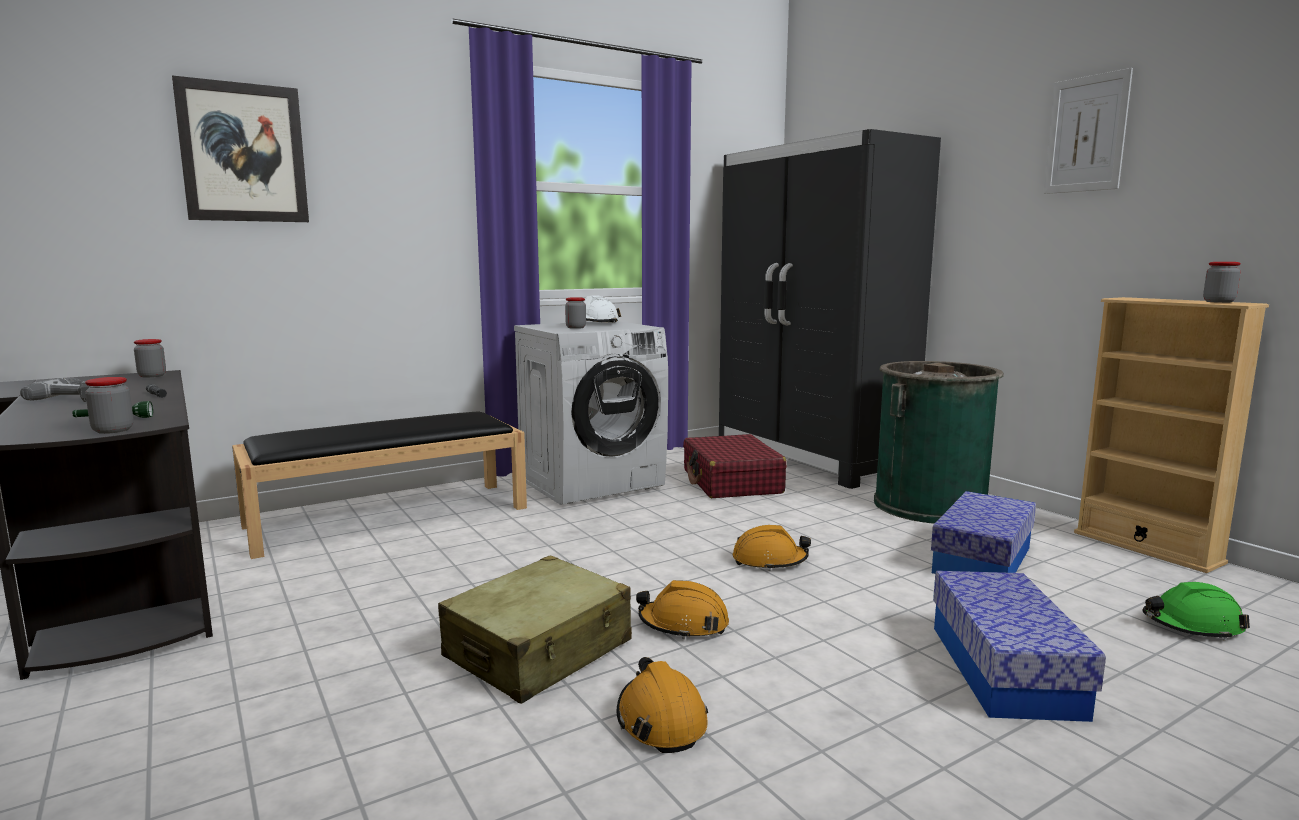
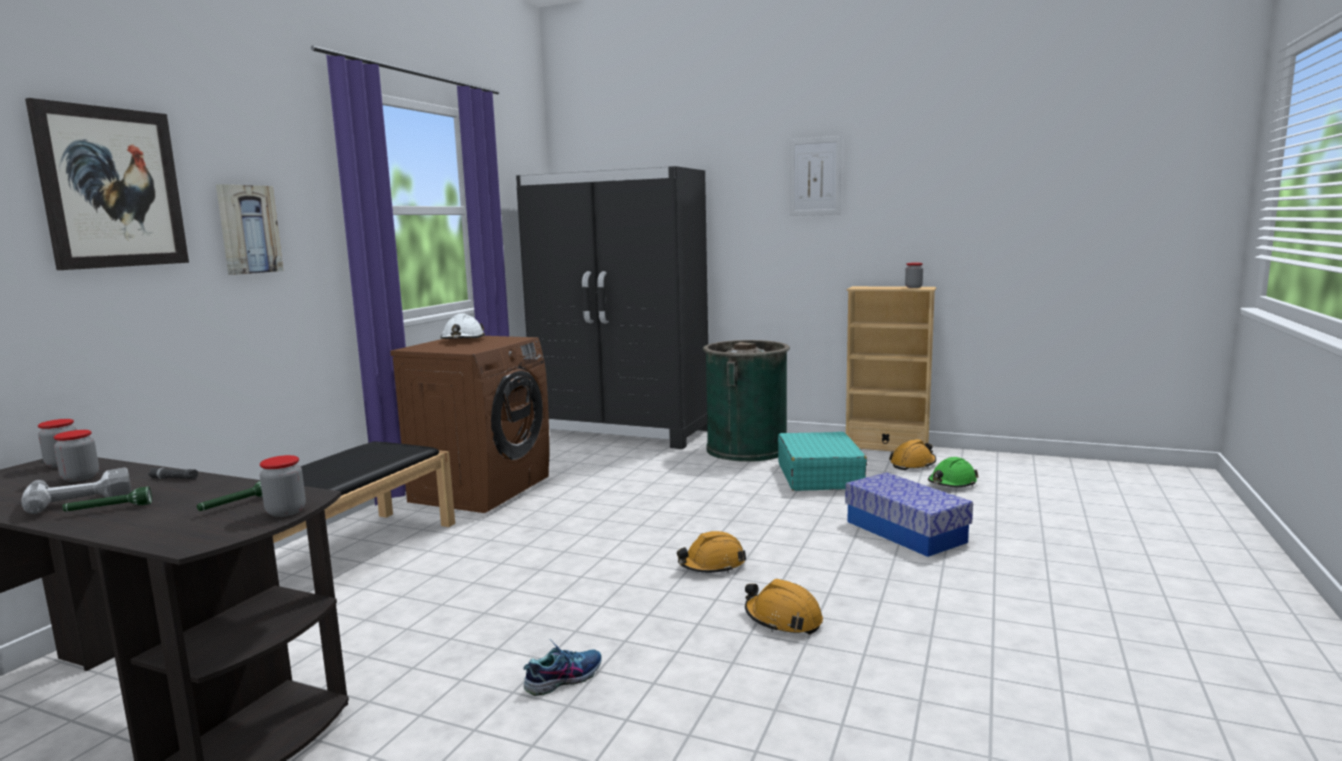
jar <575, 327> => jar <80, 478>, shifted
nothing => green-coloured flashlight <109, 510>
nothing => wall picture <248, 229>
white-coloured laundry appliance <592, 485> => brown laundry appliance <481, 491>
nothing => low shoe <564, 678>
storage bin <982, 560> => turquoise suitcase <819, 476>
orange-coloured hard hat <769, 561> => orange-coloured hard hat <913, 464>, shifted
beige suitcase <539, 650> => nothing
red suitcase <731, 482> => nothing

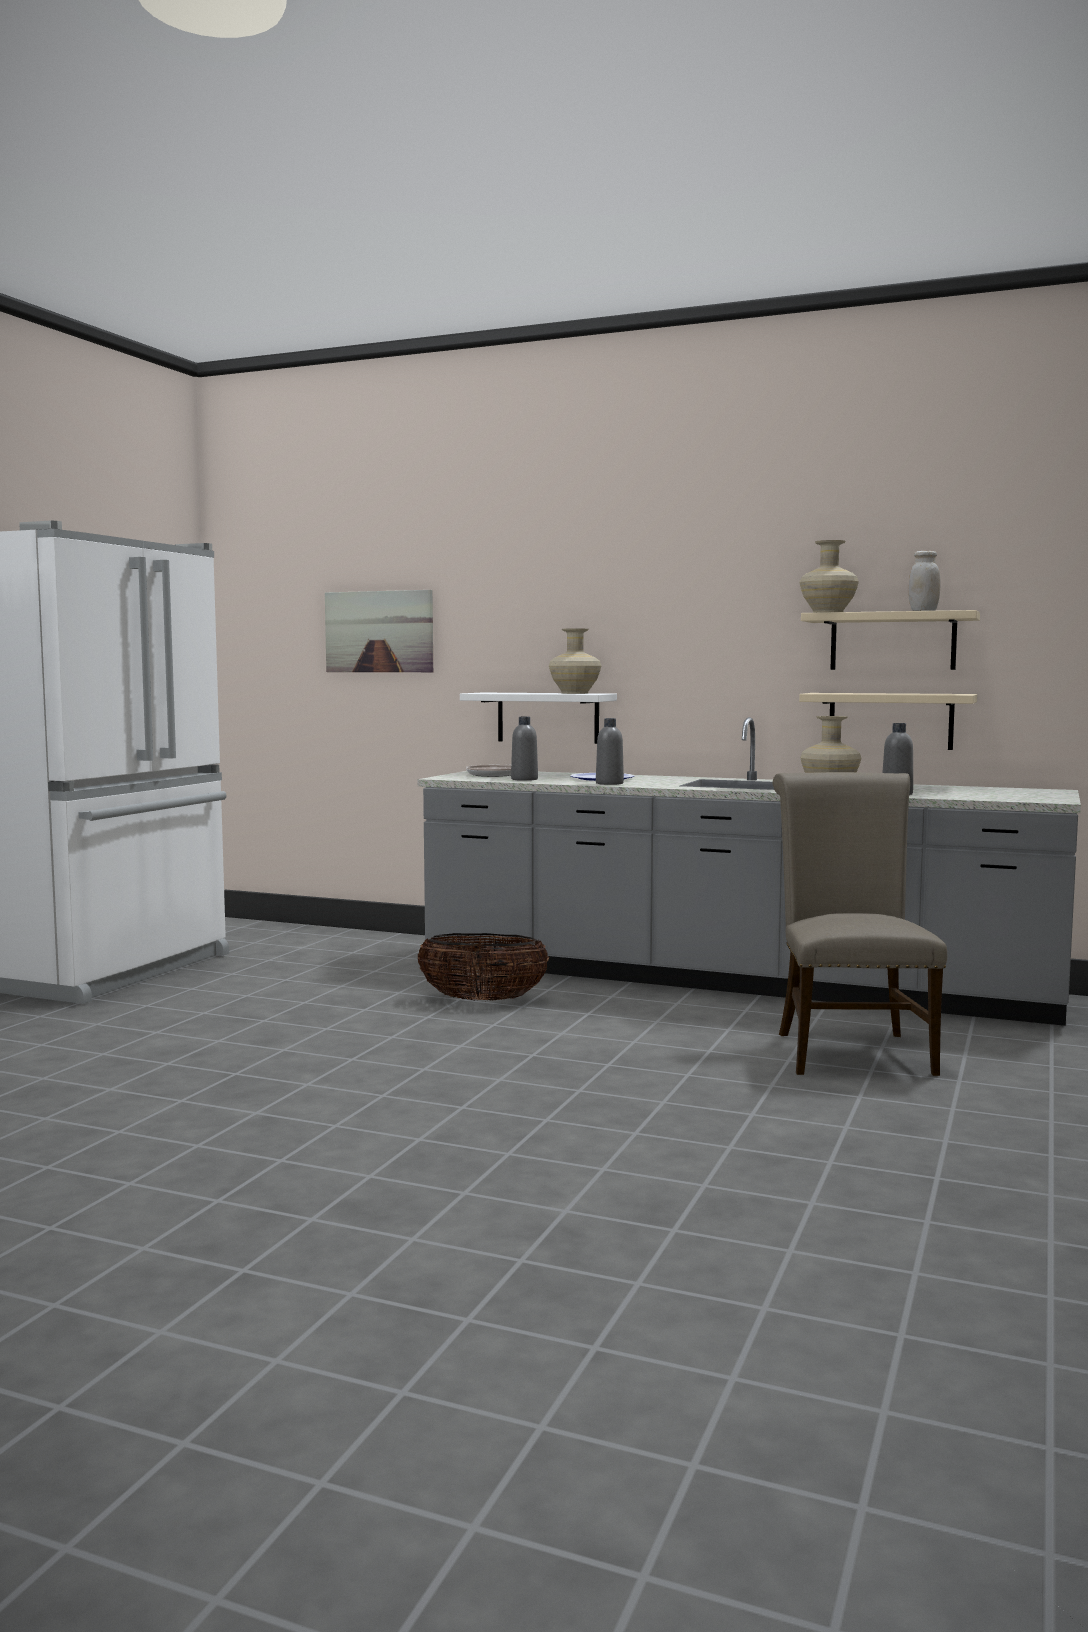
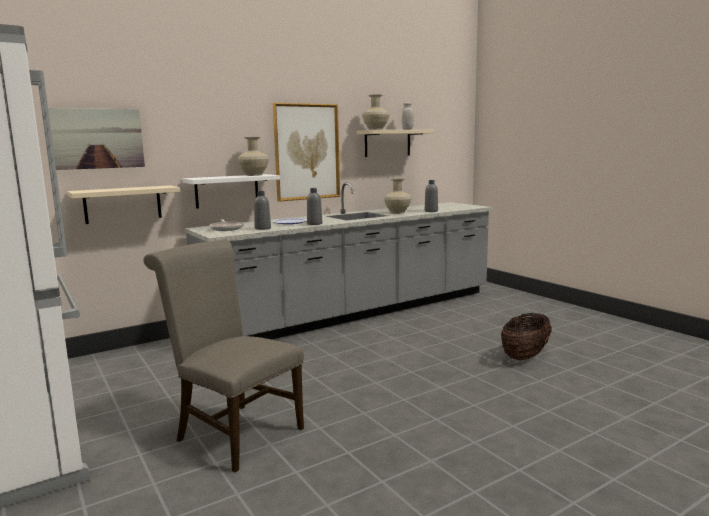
beige bracket shelf <890, 720> => beige bracket shelf <123, 204>, shifted
beige upright chair <850, 1050> => beige upright chair <234, 432>, shifted
nothing => wall picture <307, 152>
storage basket <483, 1000> => storage basket <525, 356>, shifted

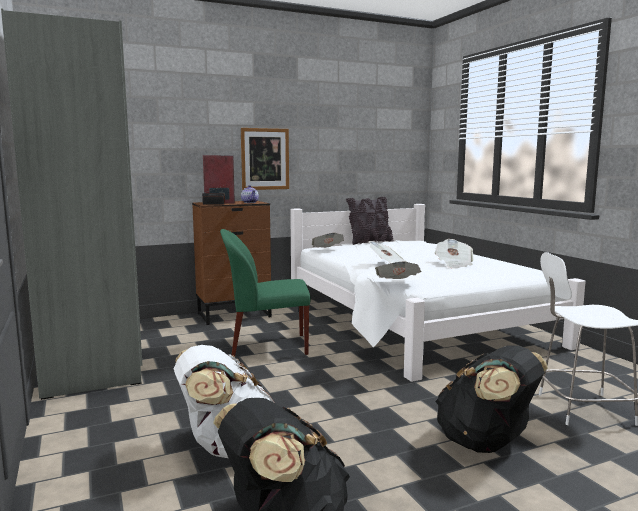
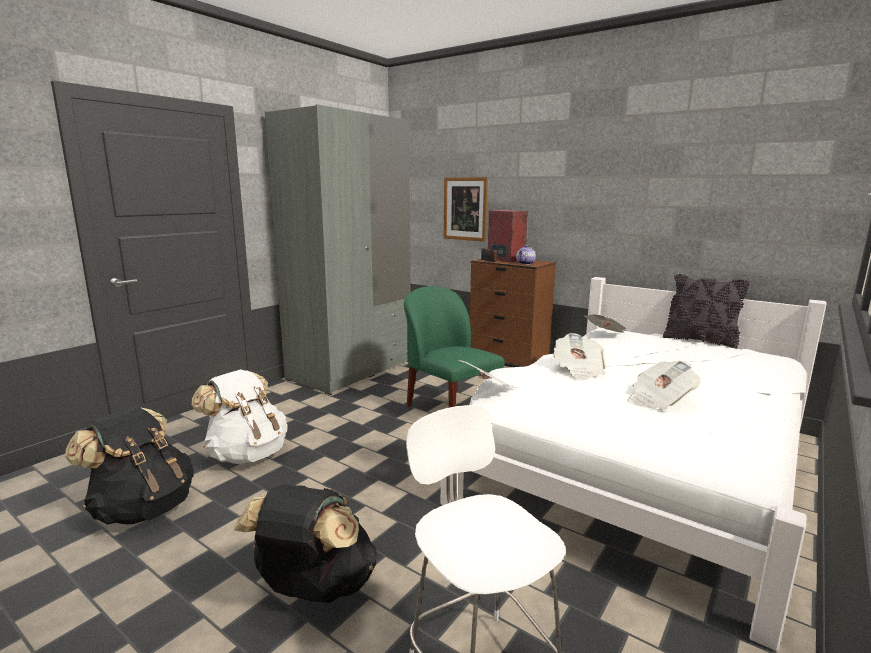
wall picture <265, 159> => wall picture <465, 209>, shifted

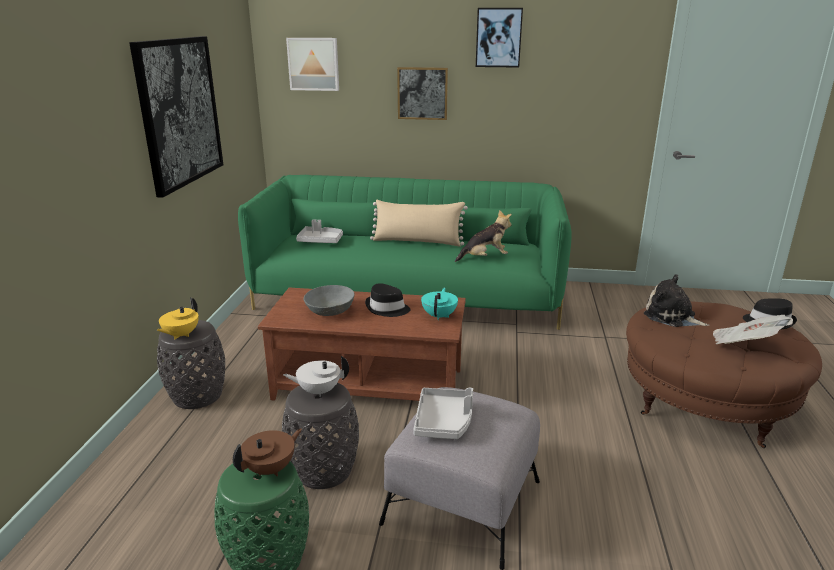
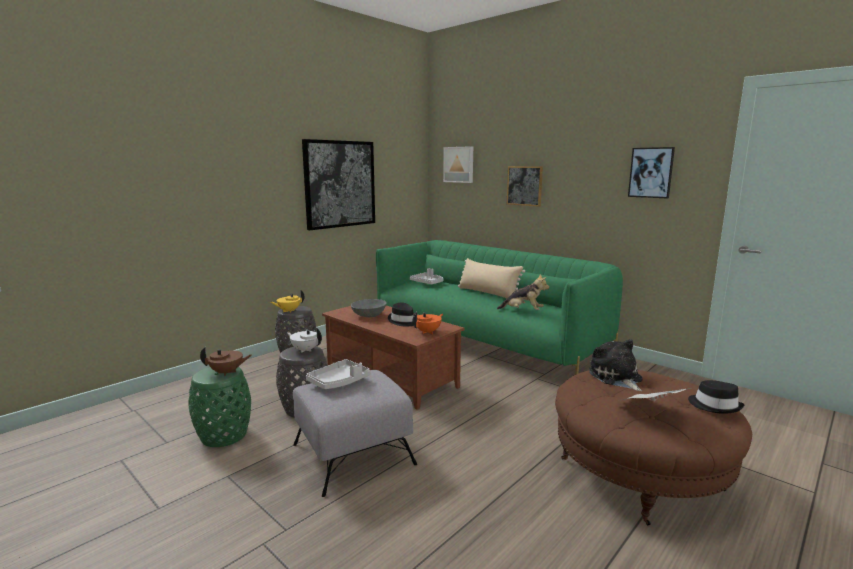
turquoise pot for tea <439, 316> => orange-coloured pot for tea <428, 332>
wall picture <498, 37> => wall picture <651, 172>, shifted

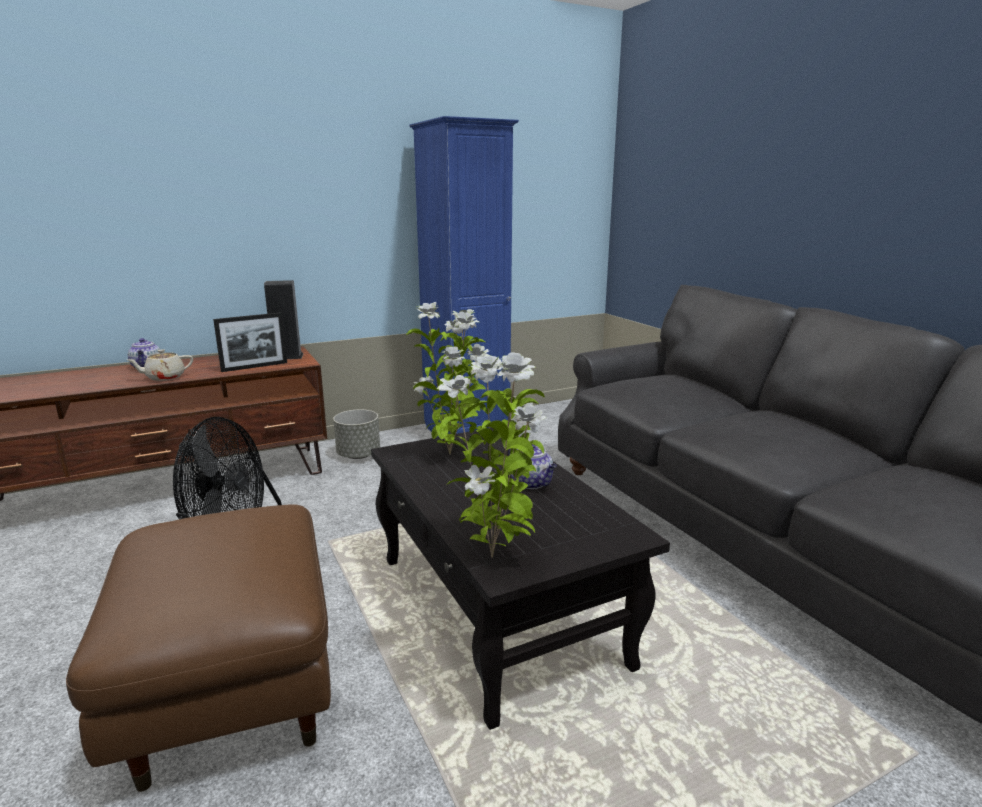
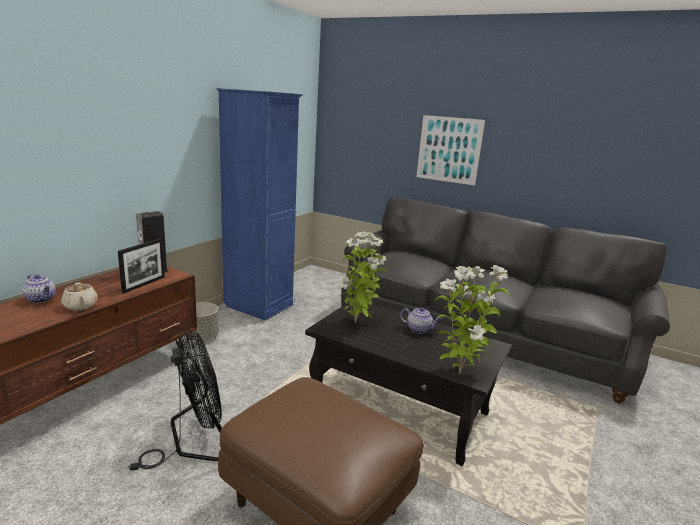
beige pot for tea <164, 377> => beige pot for tea <80, 306>, 60 degrees counterclockwise
nothing => wall picture <449, 150>

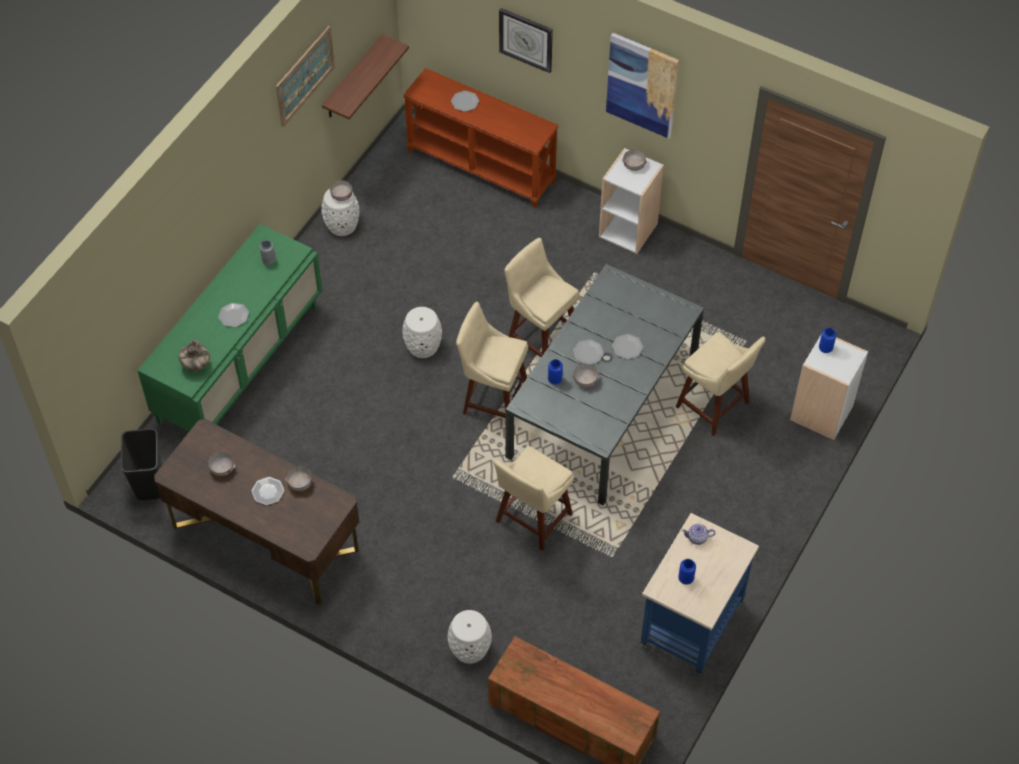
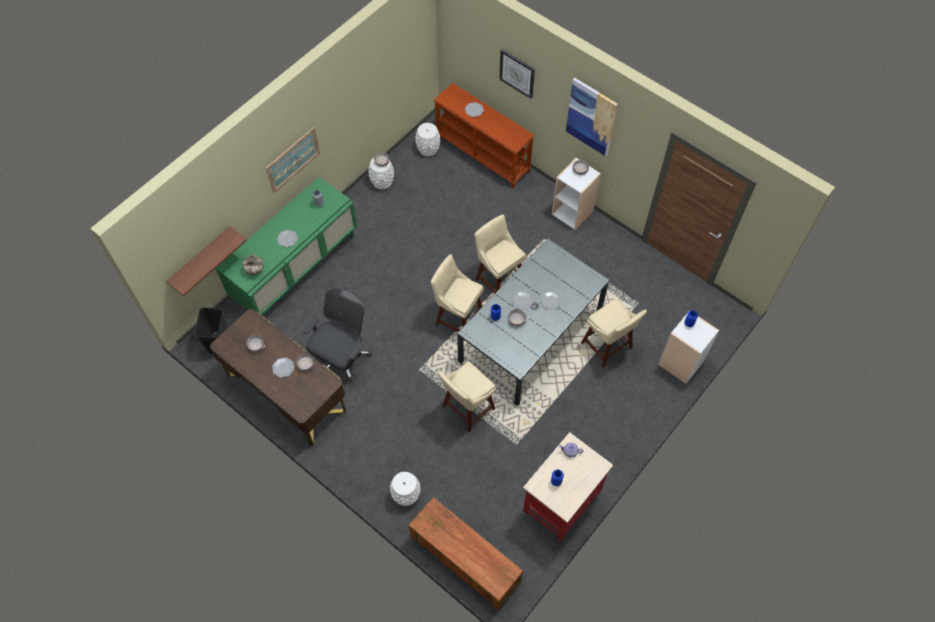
bracket shelf <353, 78> => bracket shelf <200, 258>, shifted
wall picture <304, 76> => wall picture <293, 159>, shifted
nothing => office chair <343, 359>
white-coloured stool <423, 346> => white-coloured stool <428, 149>, shifted
bluish cart <692, 626> => red cart <561, 504>

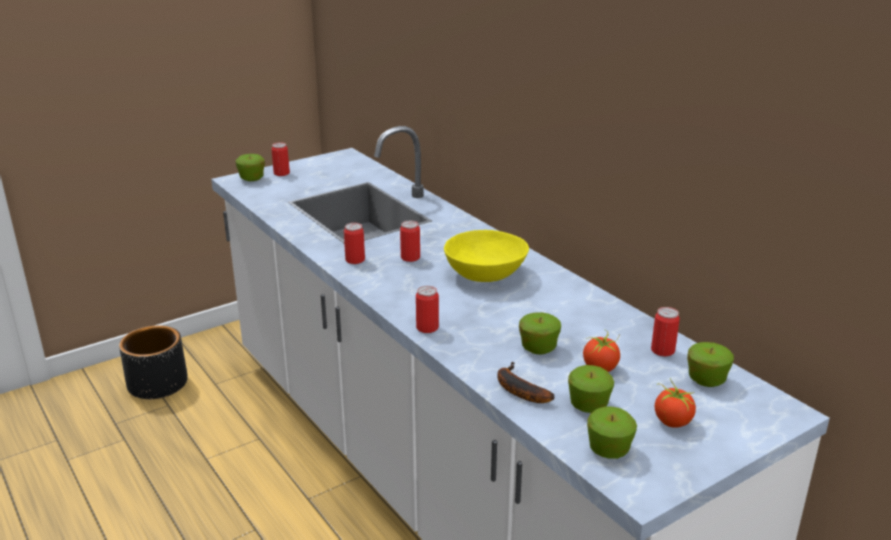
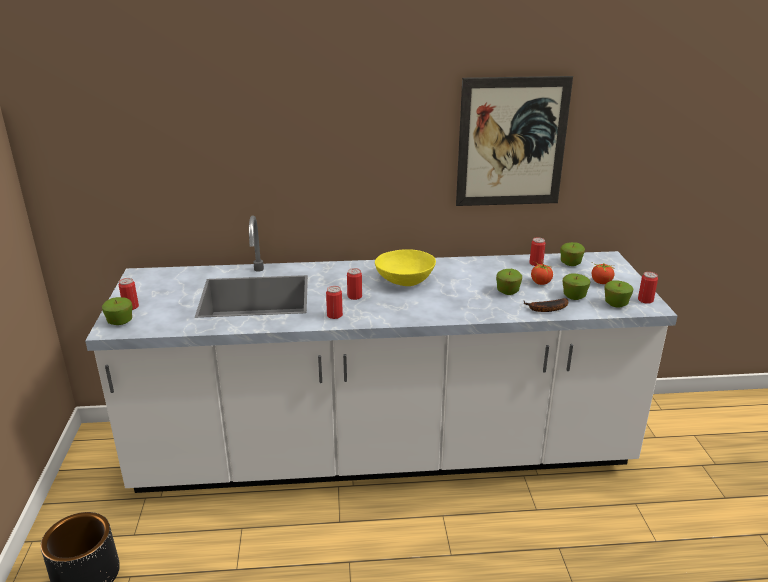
nothing => wall picture <511, 142>
can <427, 328> => can <645, 300>, shifted

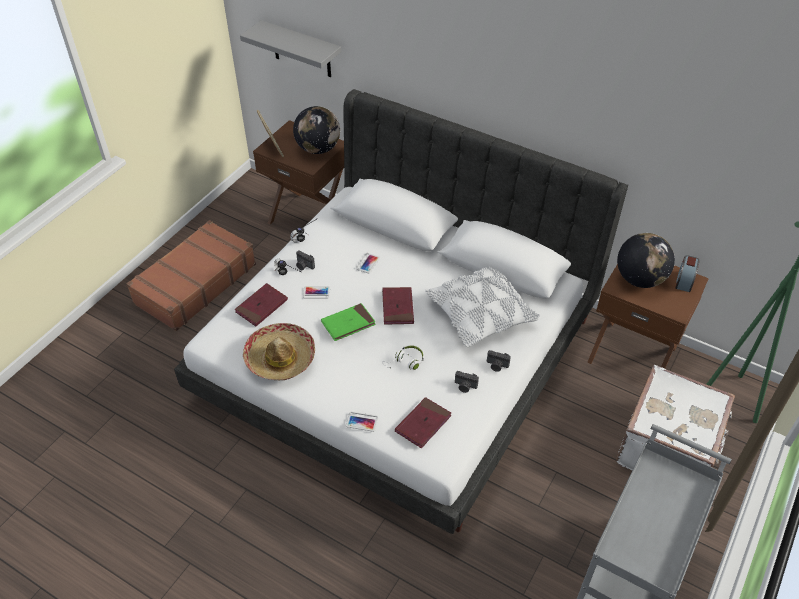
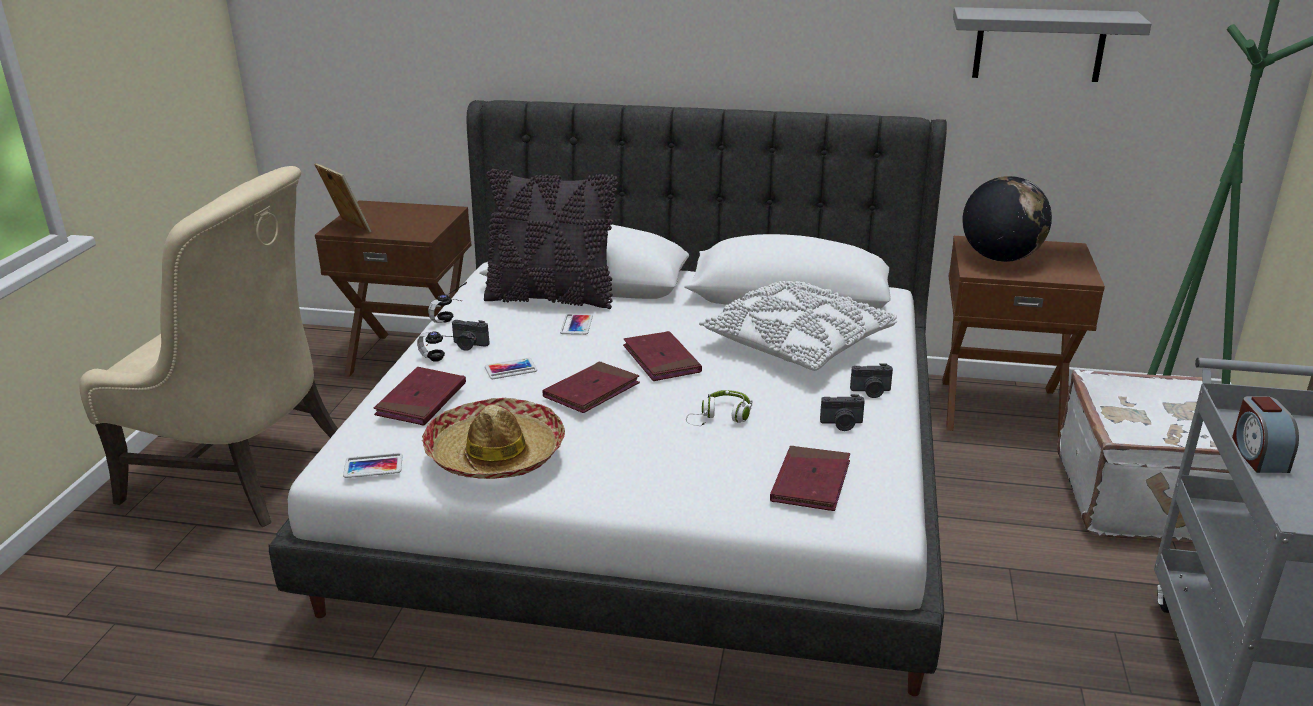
brown suitcase <195, 284> => beige upright chair <241, 471>
phone <362, 421> => phone <373, 466>, shifted
nothing => blackish pillow <552, 297>
green-coloured bound book <348, 324> => red bound book <592, 391>
grey bracket shelf <302, 50> => grey bracket shelf <1039, 44>, shifted
bedside clock <684, 281> => bedside clock <1257, 456>, shifted
desk globe <318, 149> => nothing

